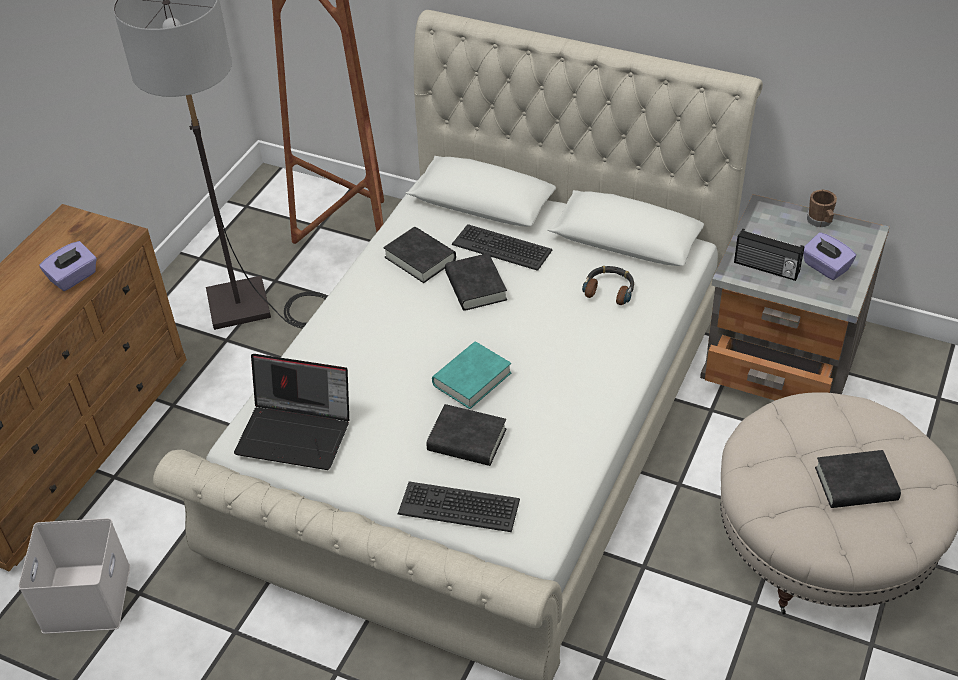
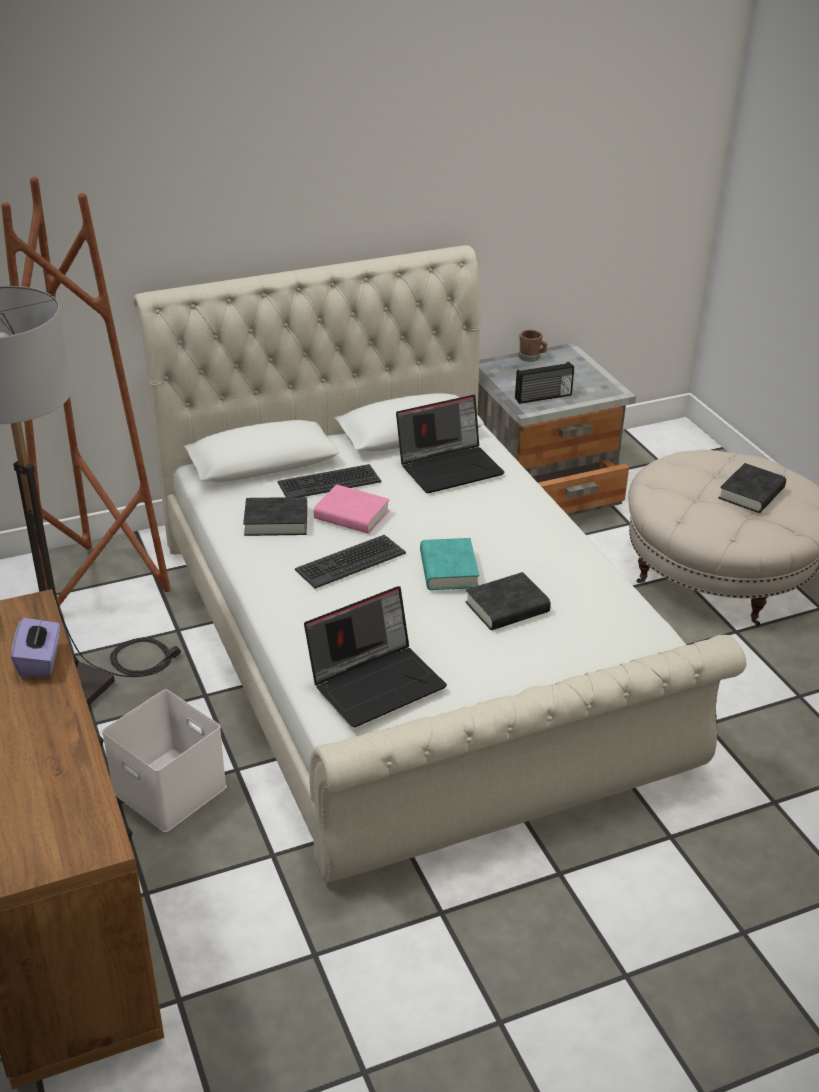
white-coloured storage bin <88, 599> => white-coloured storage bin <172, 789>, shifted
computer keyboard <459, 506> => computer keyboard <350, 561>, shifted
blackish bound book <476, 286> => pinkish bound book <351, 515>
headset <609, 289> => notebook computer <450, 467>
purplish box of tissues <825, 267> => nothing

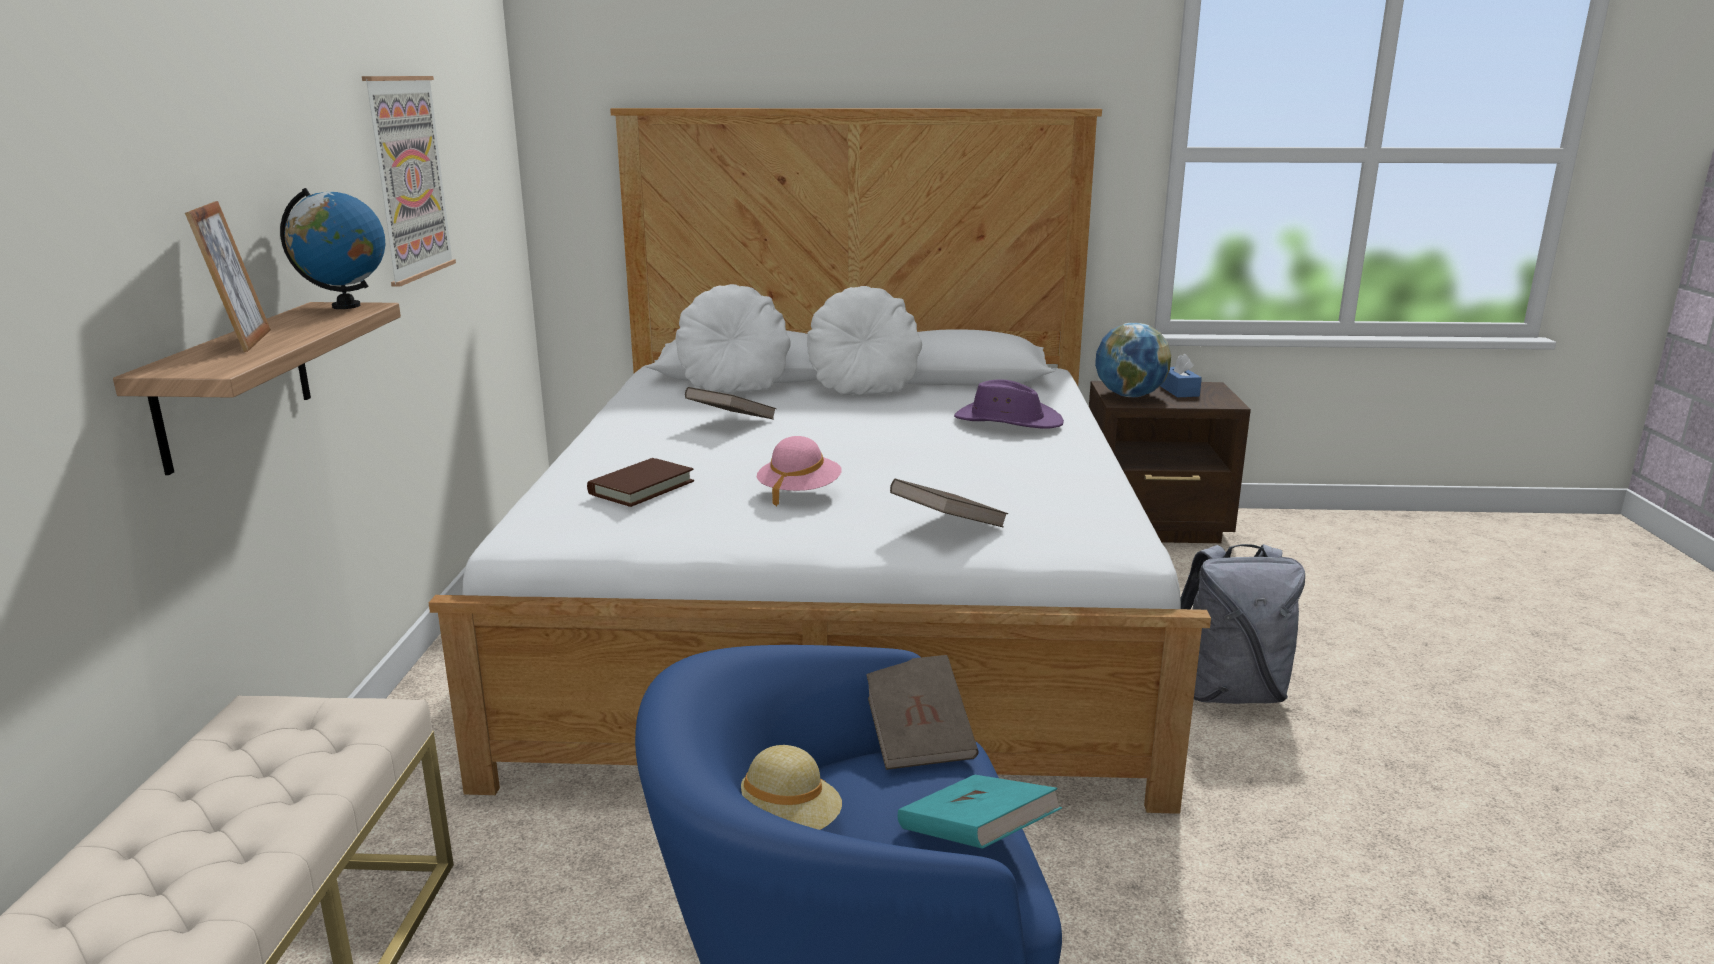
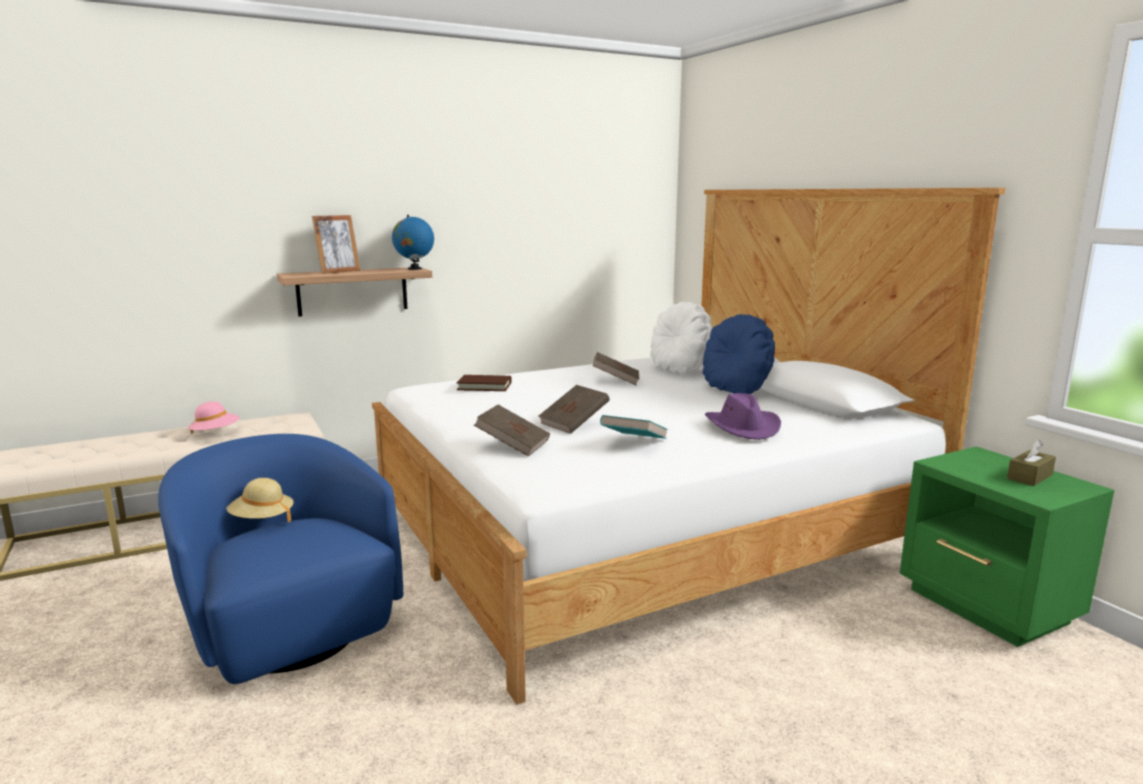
pinkish hat <799, 493> => pinkish hat <215, 434>, shifted
brown bound book <918, 737> => brown bound book <574, 423>, shifted
turquoise bound book <975, 840> => turquoise bound book <634, 443>, shifted
white-coloured pillow <864, 392> => bluish pillow <736, 391>
brown nightstand <1157, 527> => green-coloured nightstand <988, 607>
bluish box of tissues <1179, 391> => brown box of tissues <1029, 477>
wall picture <408, 178> => nothing
desk globe <1129, 396> => nothing
grey knapsack <1230, 693> => nothing

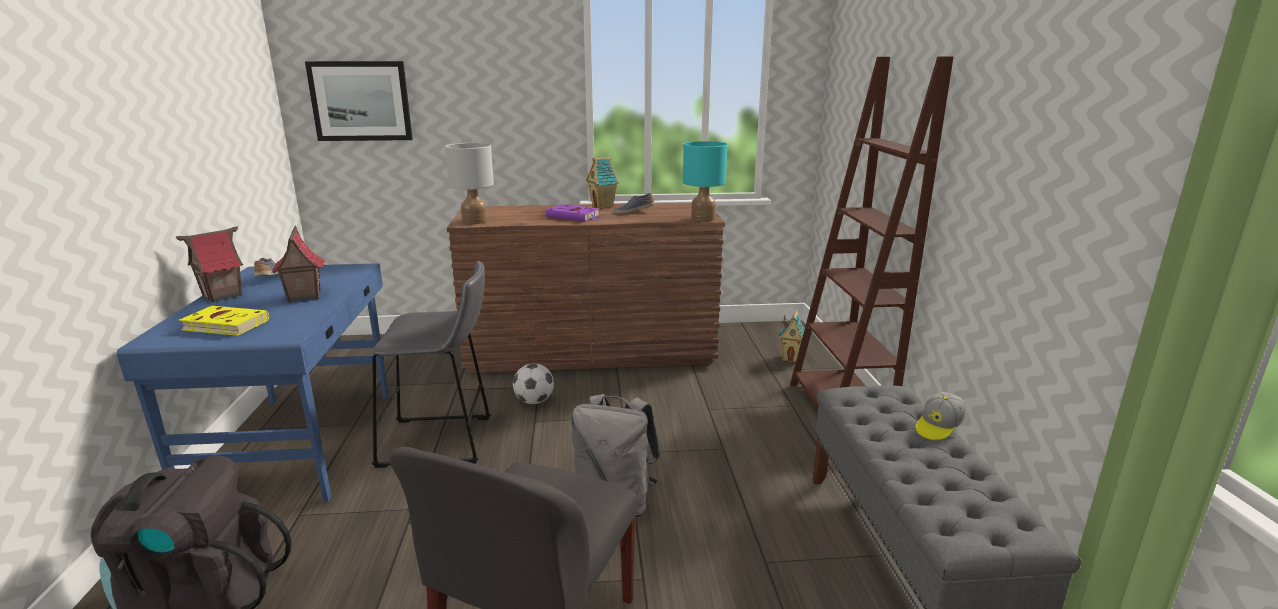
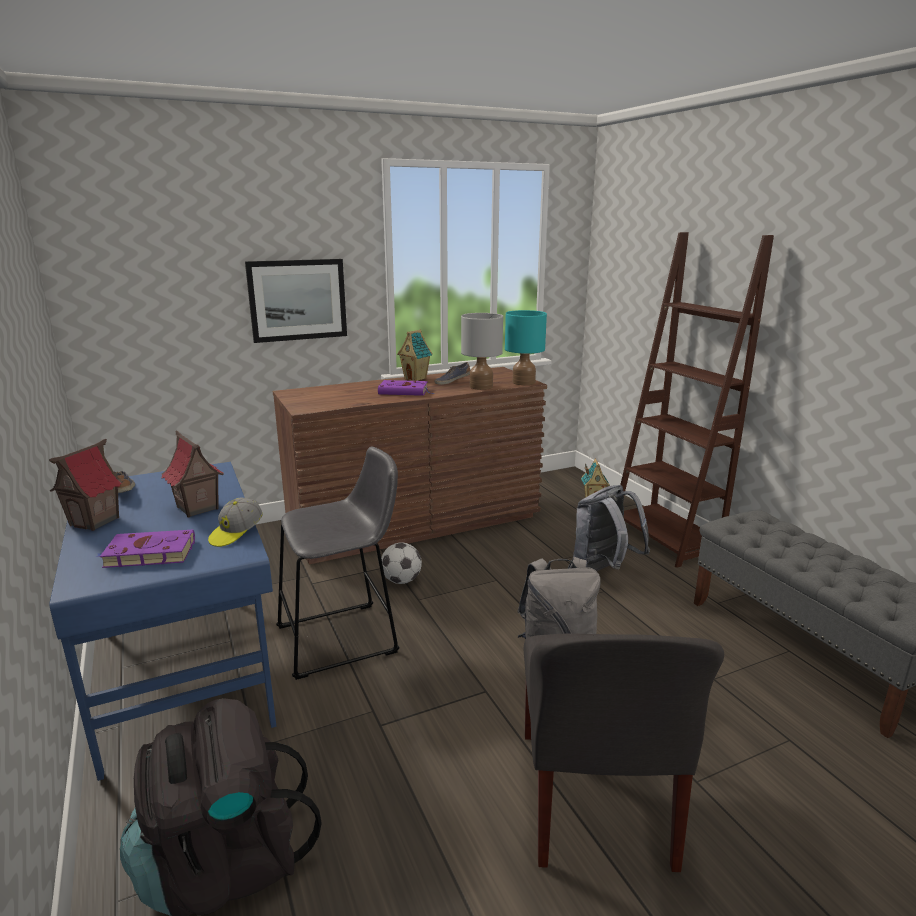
yellowish bound book <223, 325> => purplish bound book <147, 554>
peaked cap <938, 427> => peaked cap <236, 533>, shifted
wall picture <361, 101> => wall picture <297, 300>, shifted
grey lamp for a table <475, 221> => grey lamp for a table <481, 387>, shifted
nothing => grey knapsack <603, 569>

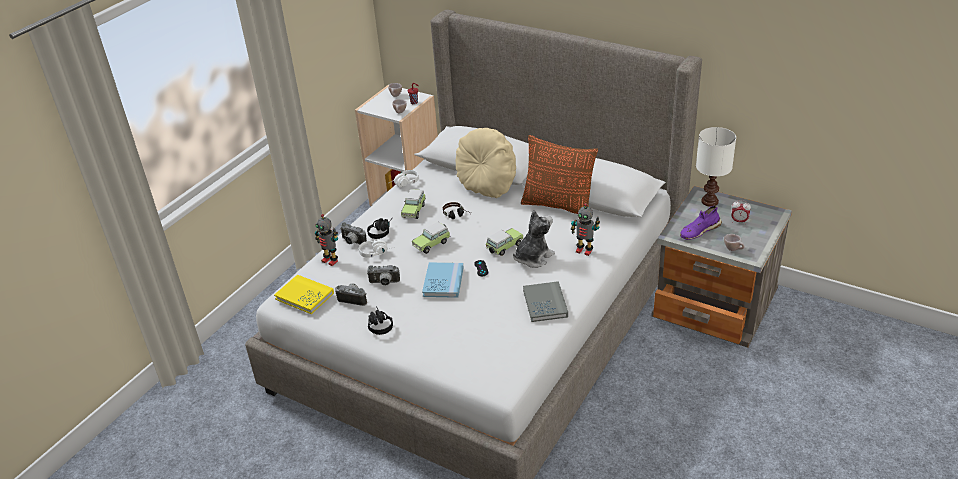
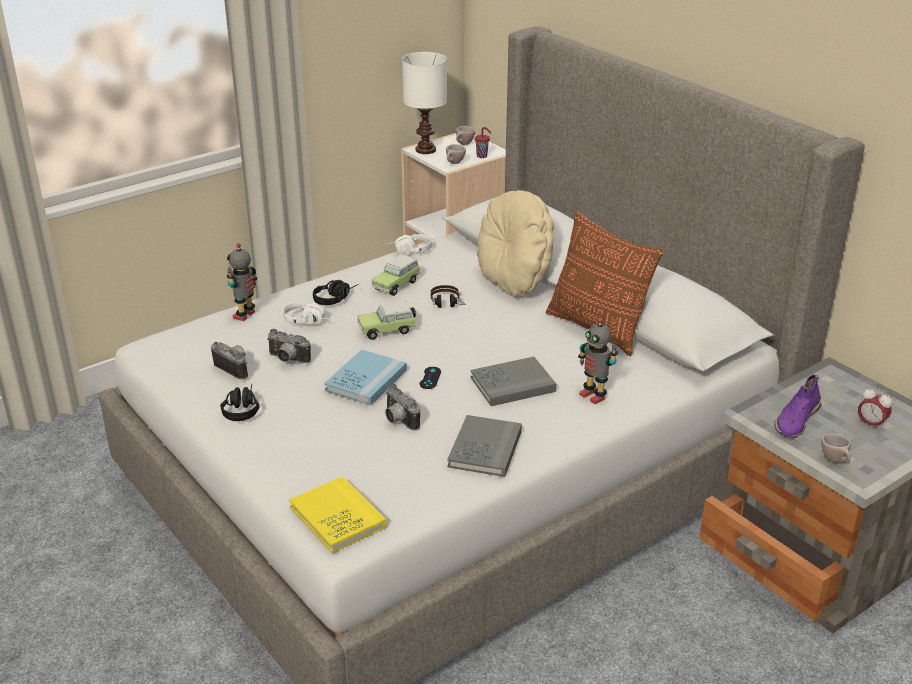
robot figure <330, 260> => robot figure <245, 315>, 60 degrees clockwise
yellowish bound book <304, 296> => yellowish bound book <337, 517>, shifted
photo camera <352, 242> => photo camera <398, 420>, shifted
white-coloured lamp for a table <710, 202> => white-coloured lamp for a table <426, 150>, shifted
cuddly toy <533, 257> => grey bound book <513, 384>
purplish low shoe <699, 231> => purplish low shoe <796, 420>, 45 degrees counterclockwise
toy car <503, 248> => nothing

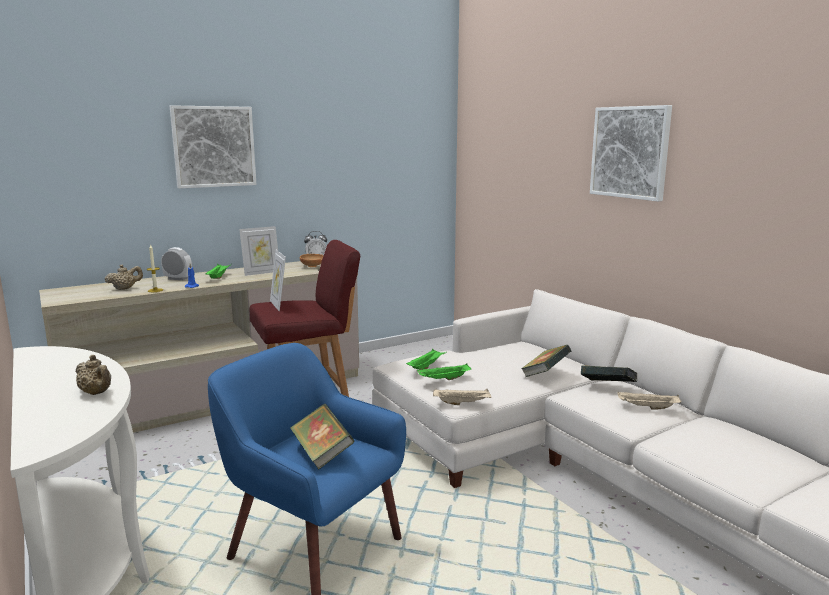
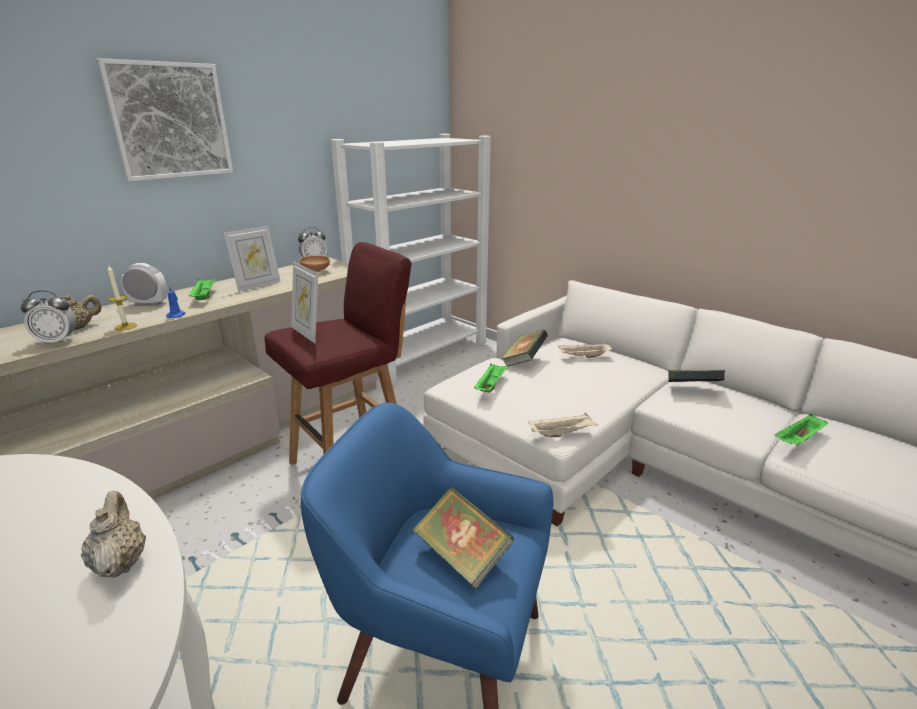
nothing => bedside clock <57, 341>
beige pot for tea <97, 393> => beige pot for tea <120, 562>, 135 degrees counterclockwise
nothing => white-coloured shelving unit <421, 353>
bound book <545, 374> => bound book <524, 361>, shifted
beige serving tray <647, 408> => beige serving tray <583, 357>, shifted
green-coloured serving tray <444, 379> => green-coloured serving tray <798, 440>, shifted
wall picture <630, 152> => nothing

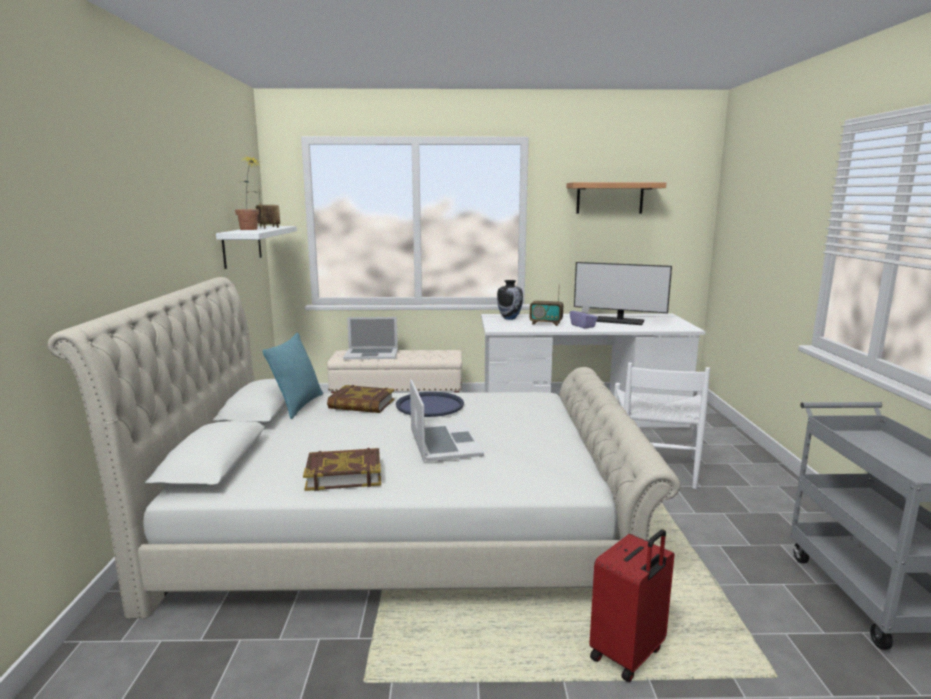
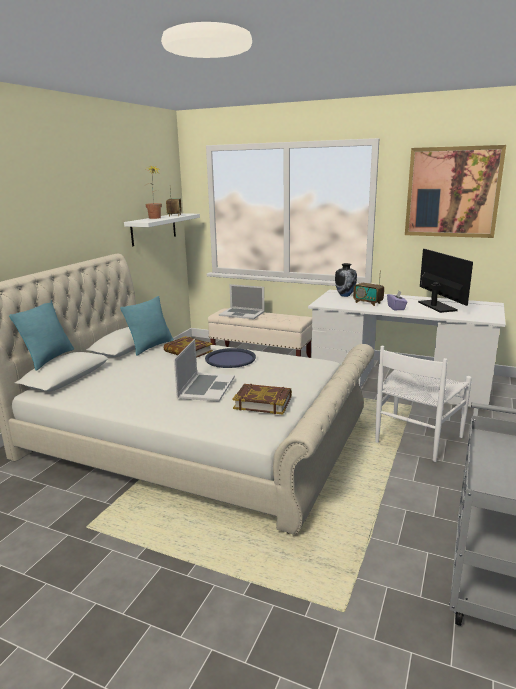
nothing => turquoise pillow <49, 359>
bound book <344, 474> => bound book <263, 402>, shifted
bracket shelf <609, 198> => wall picture <452, 192>
computer screen <619, 321> => computer screen <437, 306>, 150 degrees counterclockwise
red suitcase <628, 655> => nothing

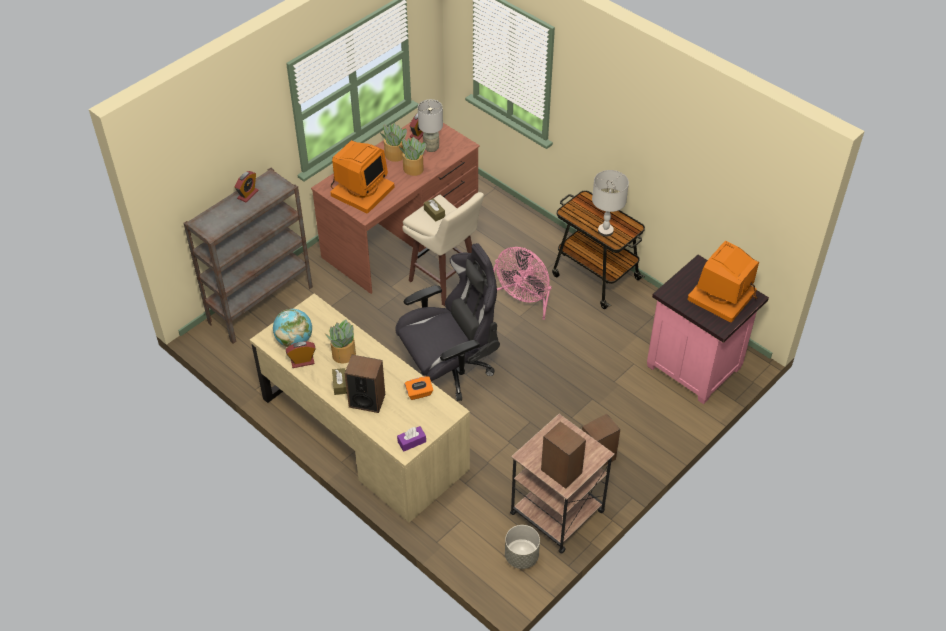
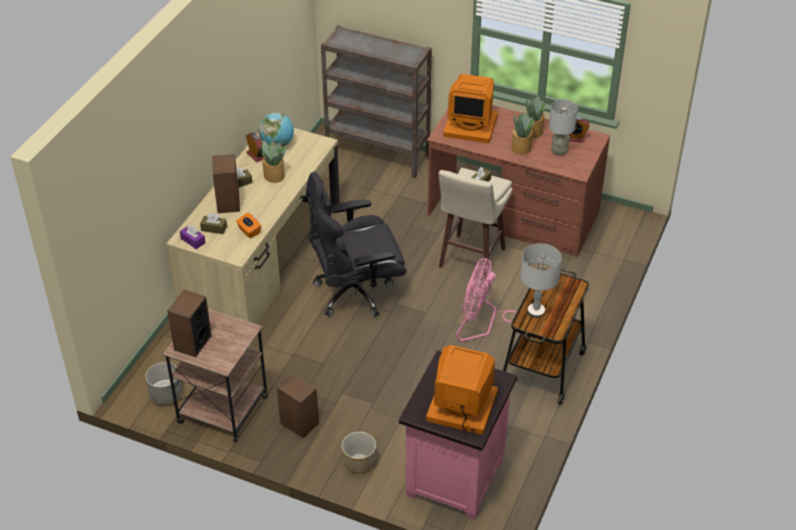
nothing => brown box of tissues <214, 228>
blackish office chair <448, 372> => blackish office chair <358, 291>, 120 degrees clockwise
nothing => plant pot <359, 463>
bedside clock <248, 194> => nothing

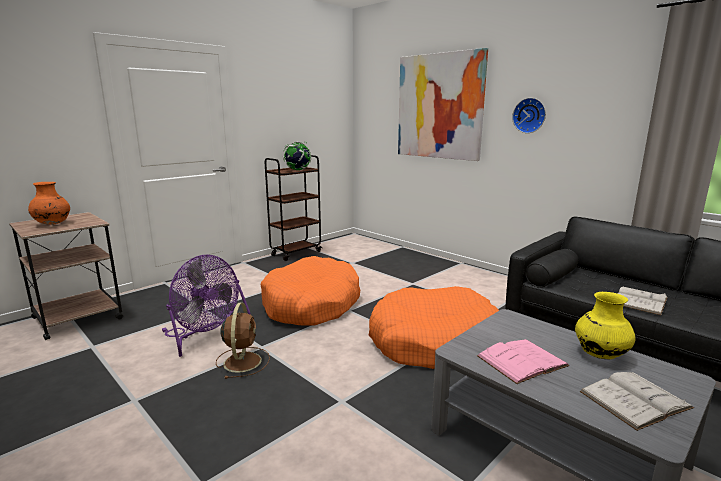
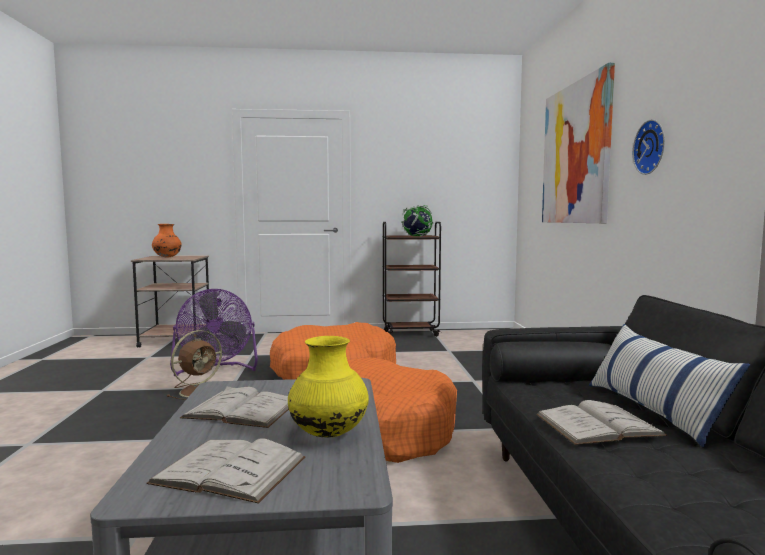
pinkish bound book <522, 361> => white-coloured bound book <241, 409>
nothing => pillow <653, 410>

